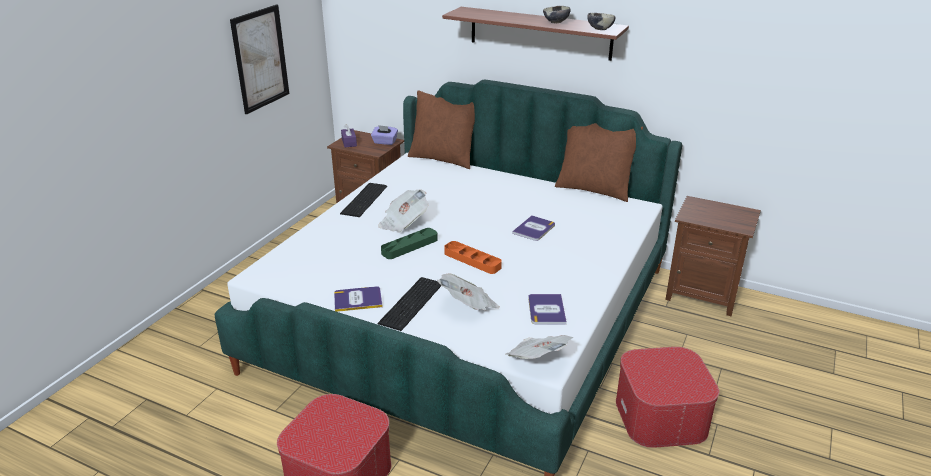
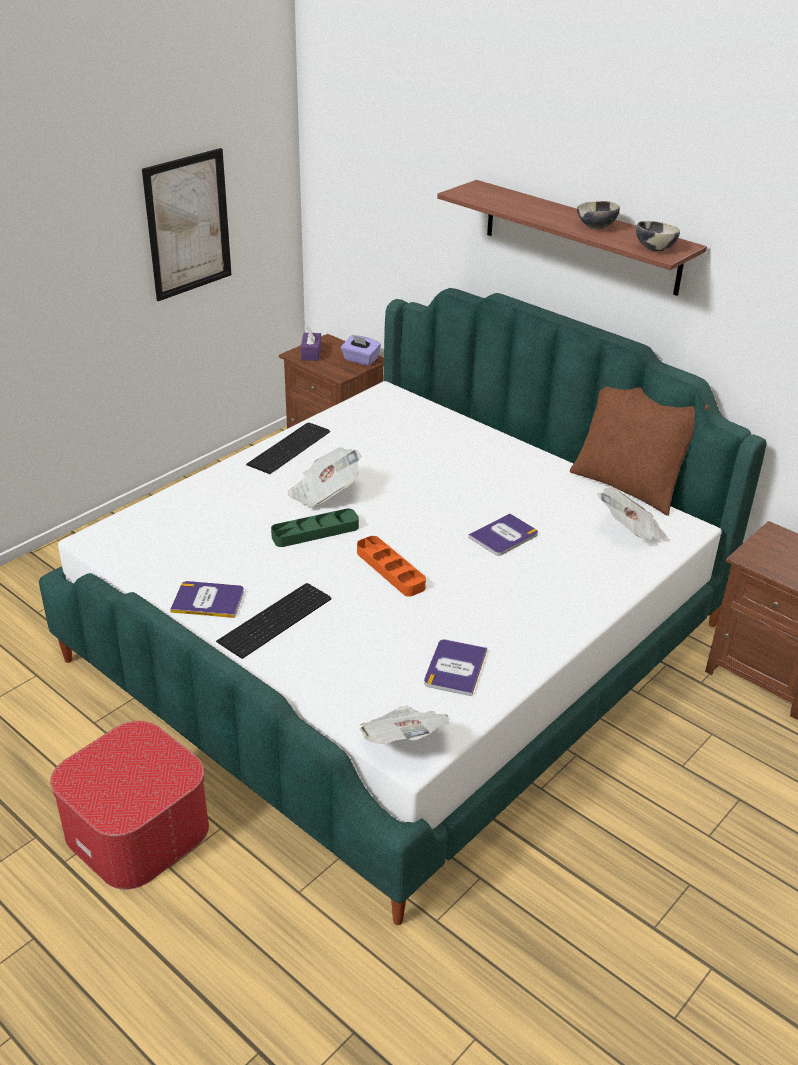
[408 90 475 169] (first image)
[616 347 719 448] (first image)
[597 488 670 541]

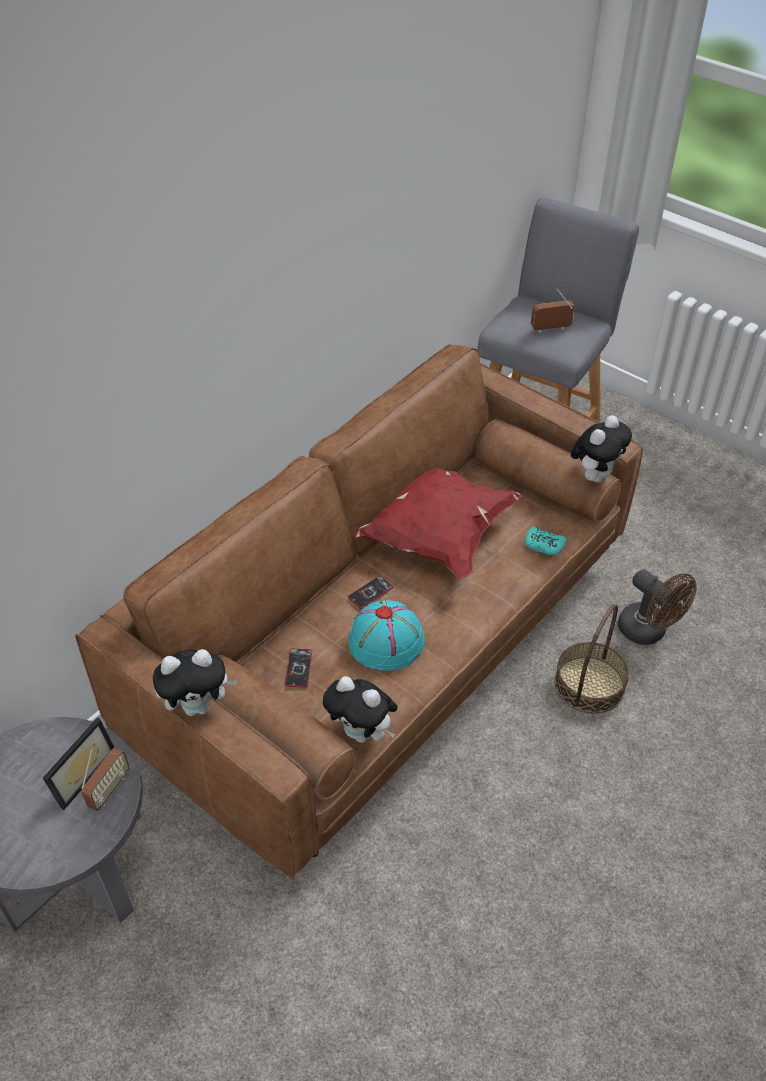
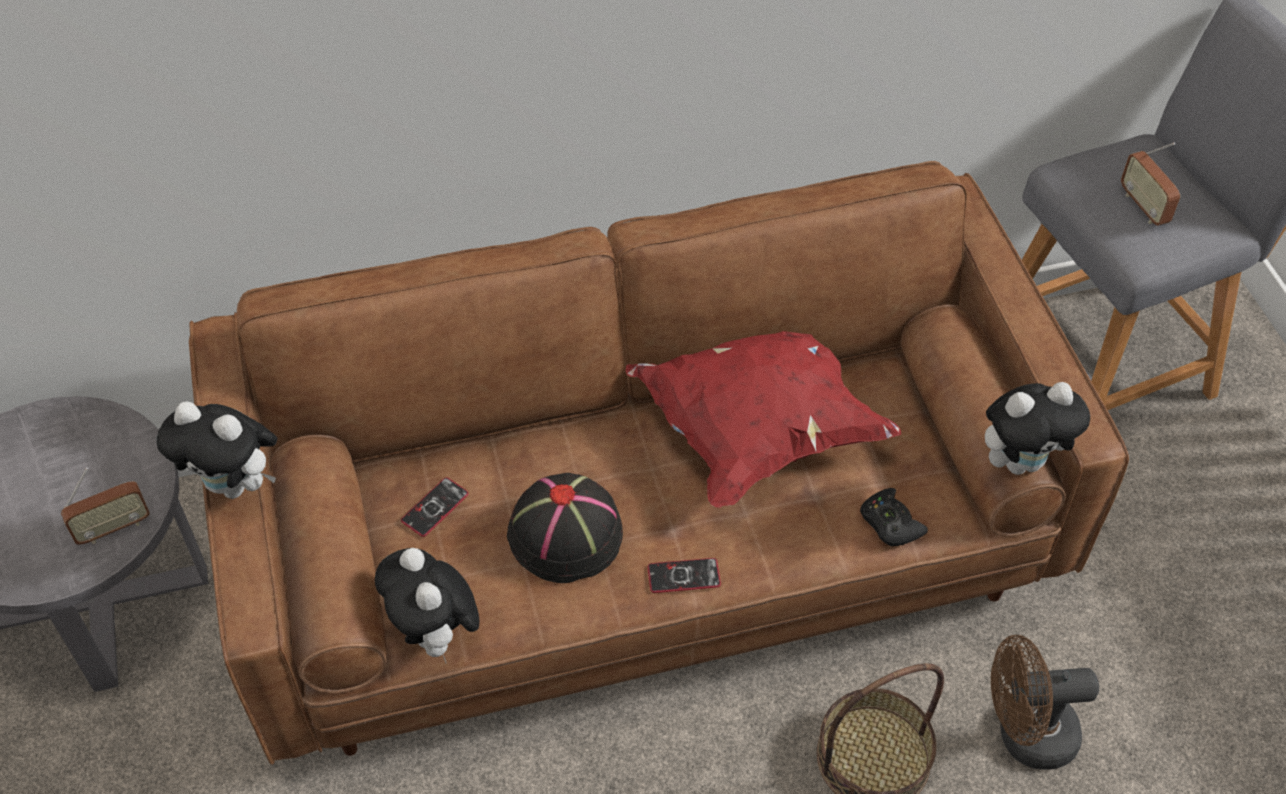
[43 718 115 810] (first image)
[648 558 721 593]
[507 473 623 583]
[860 488 928 546]
[1121 142 1180 226]
[991 635 1099 770]

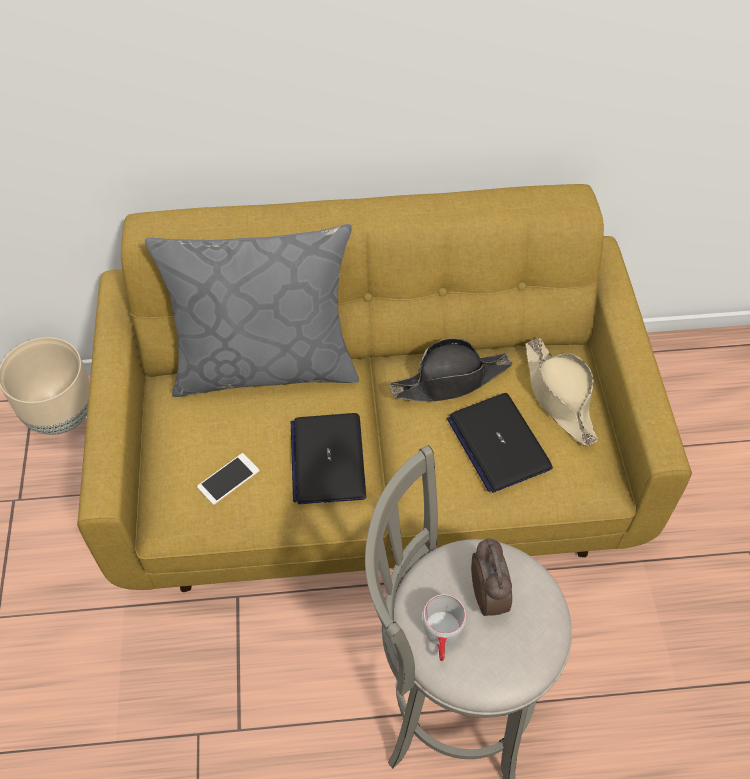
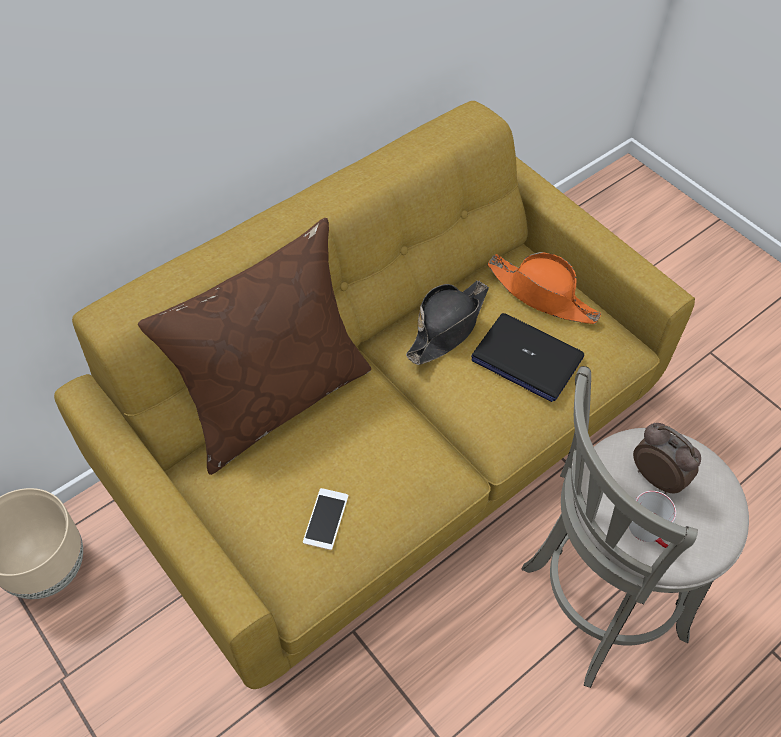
[291 413 366 504] (first image)
[138 218 371 475]
[487 252 601 324]

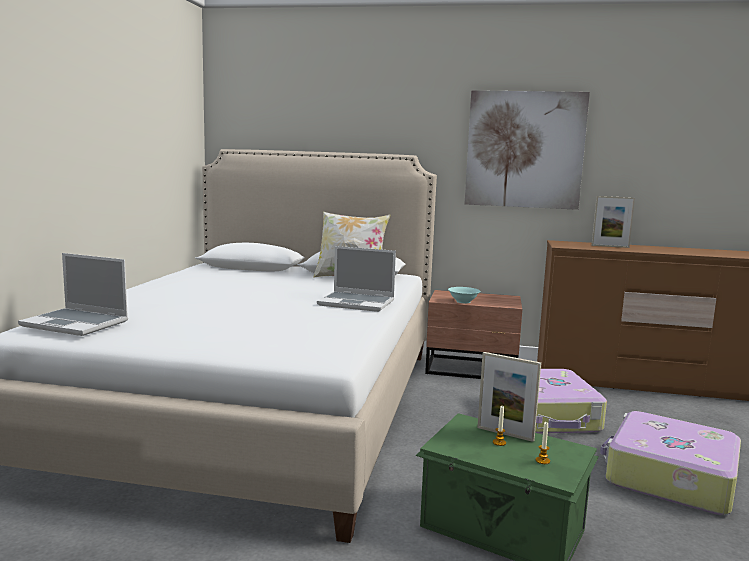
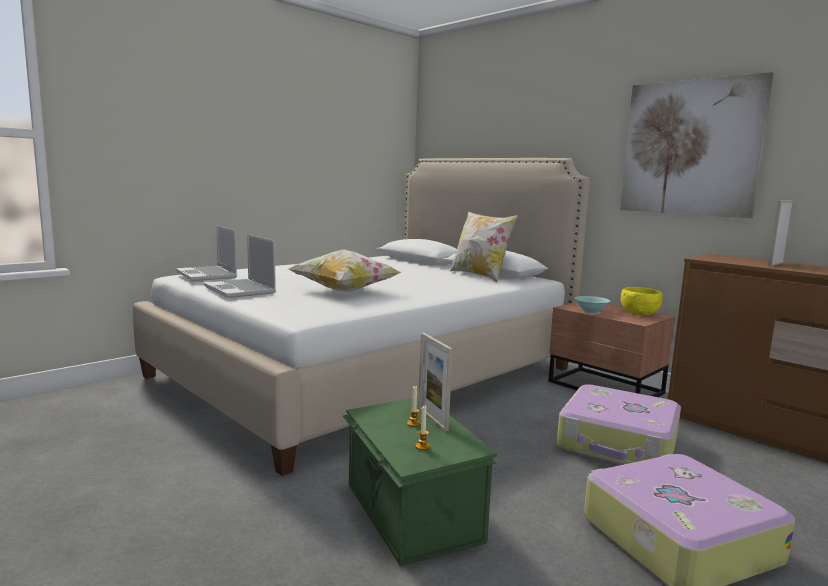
[289 249 401 292]
[621 287 663 316]
[204 234 276 298]
[768 201 794 266]

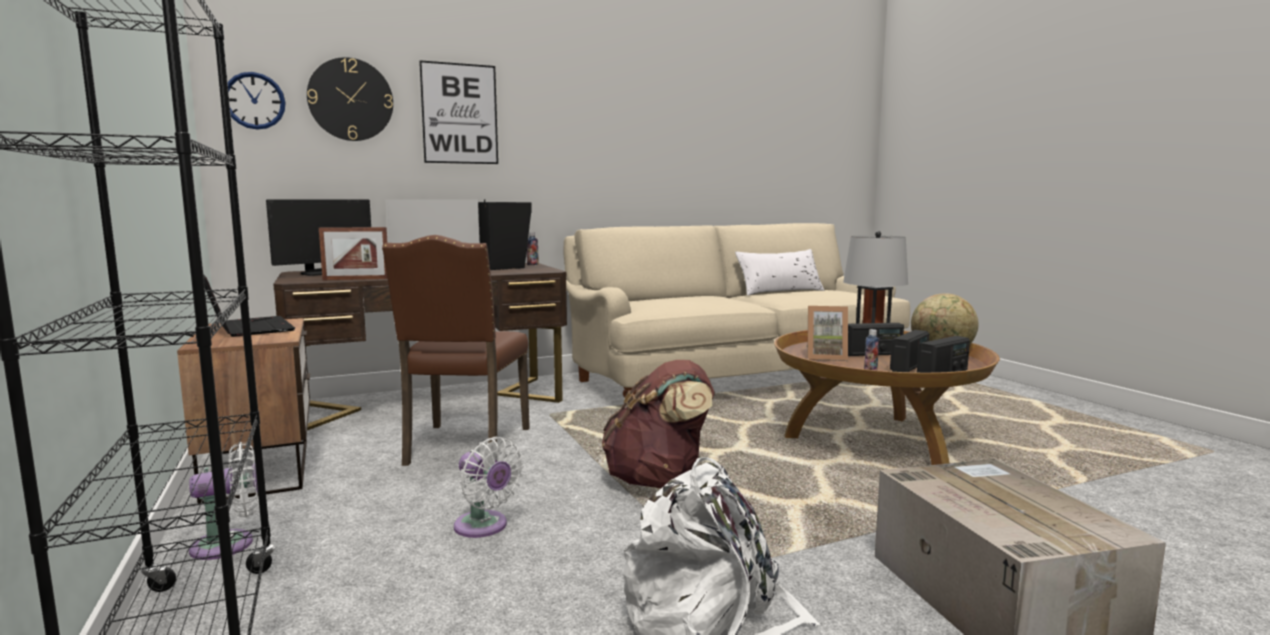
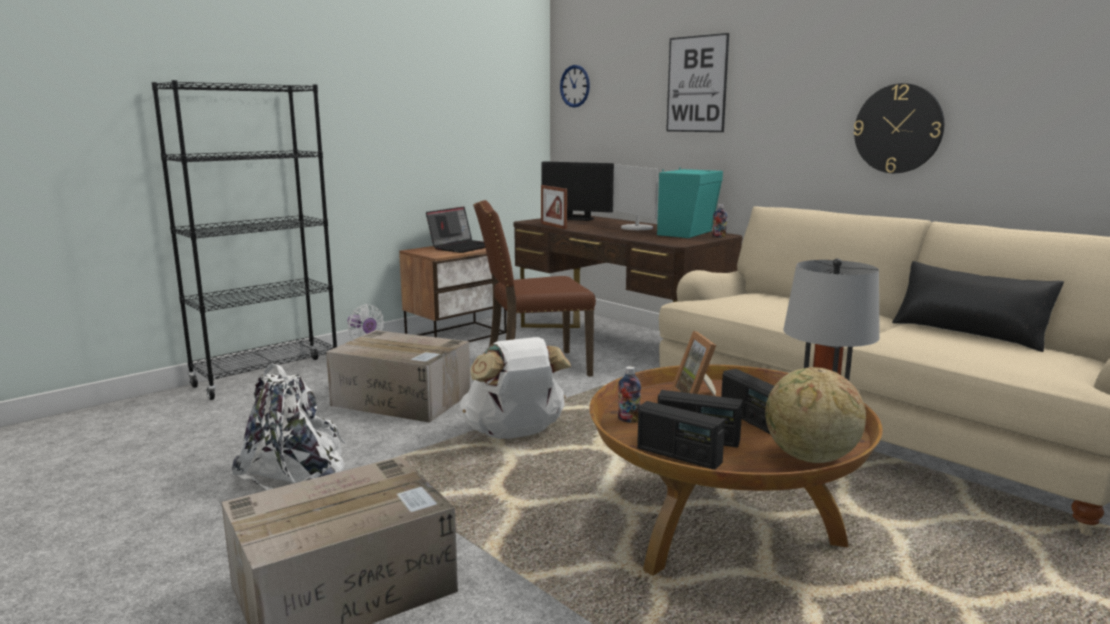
[854 83 944 173]
[326 330 471 423]
[657 167 723 238]
[460 337 571 439]
[892 261 1064 352]

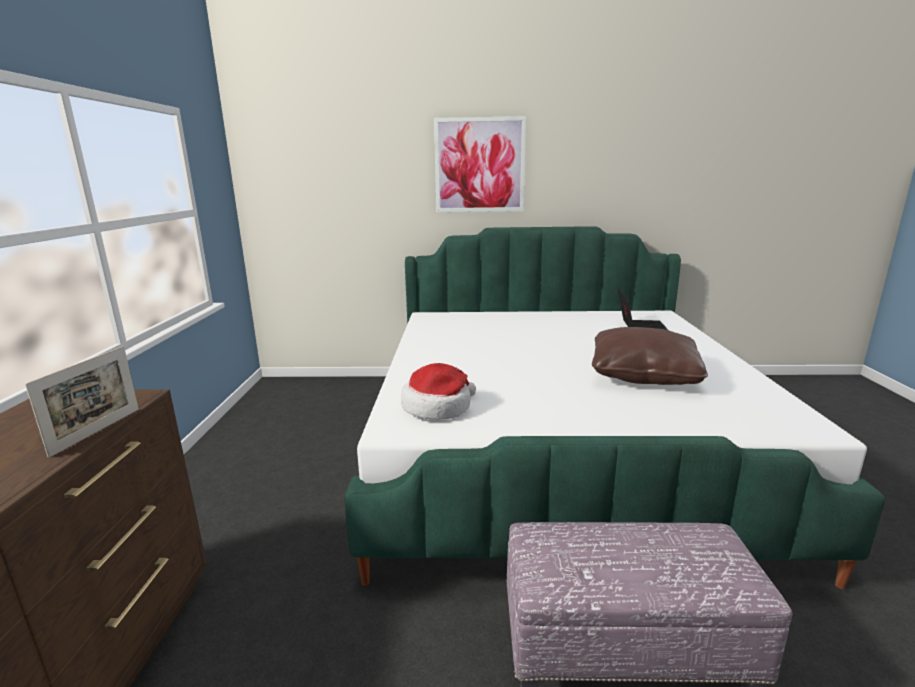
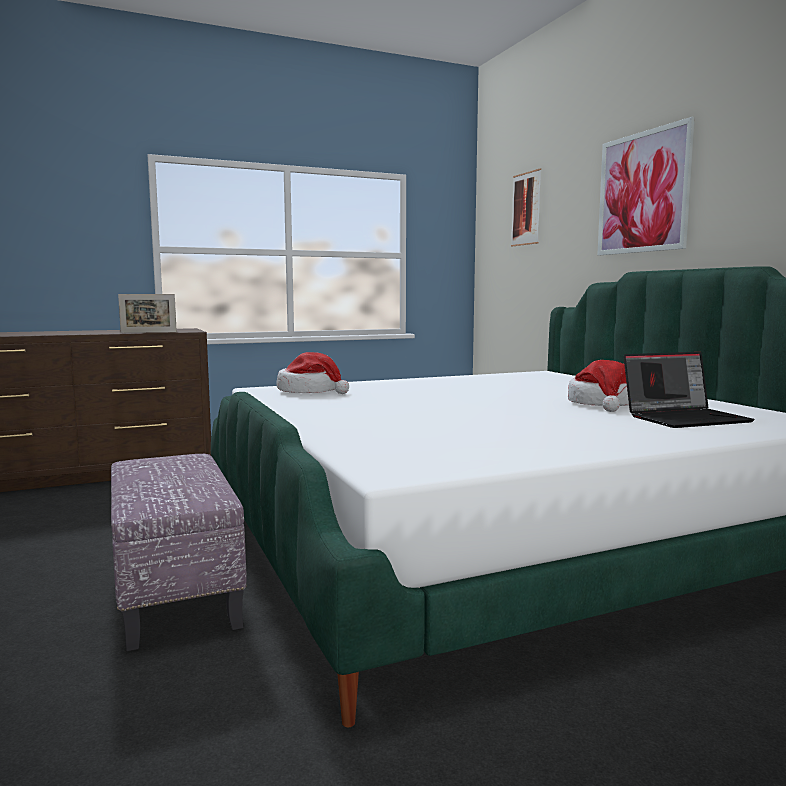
[592 327 708 385] (first image)
[511 169 541 246]
[568 360 629 412]

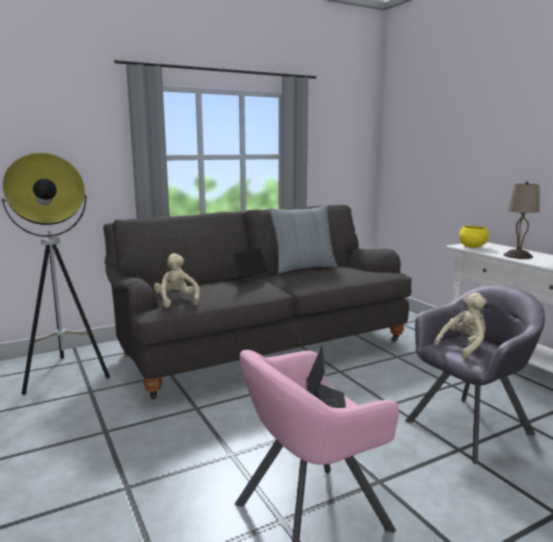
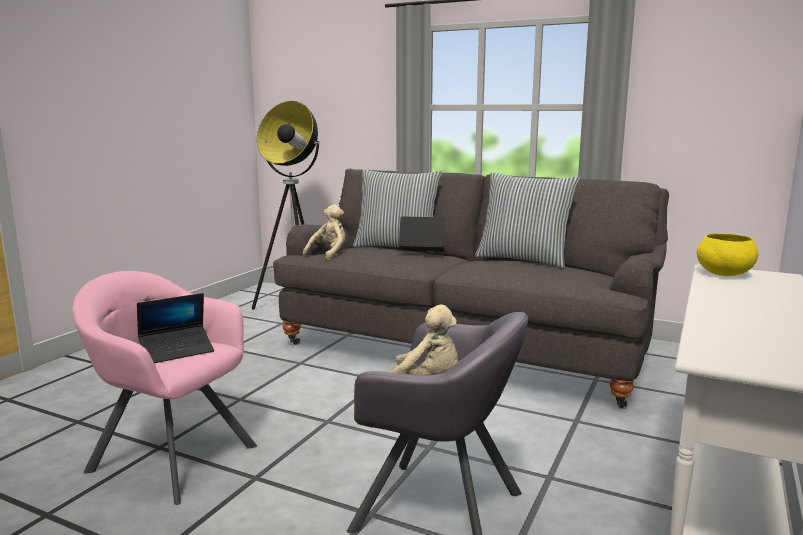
[504 182 540 259] (first image)
[353 169 442 253]

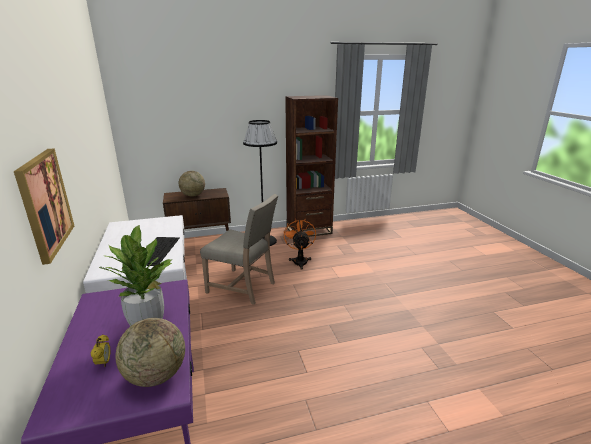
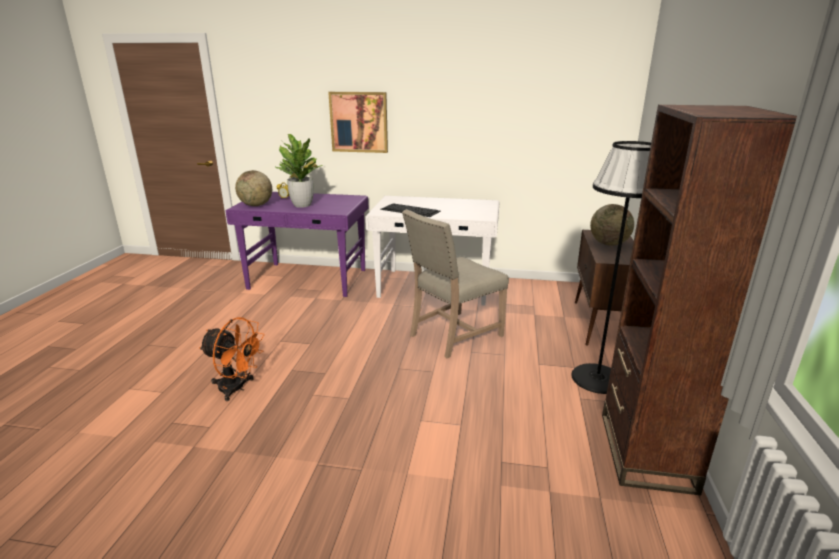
[199 317 264 401]

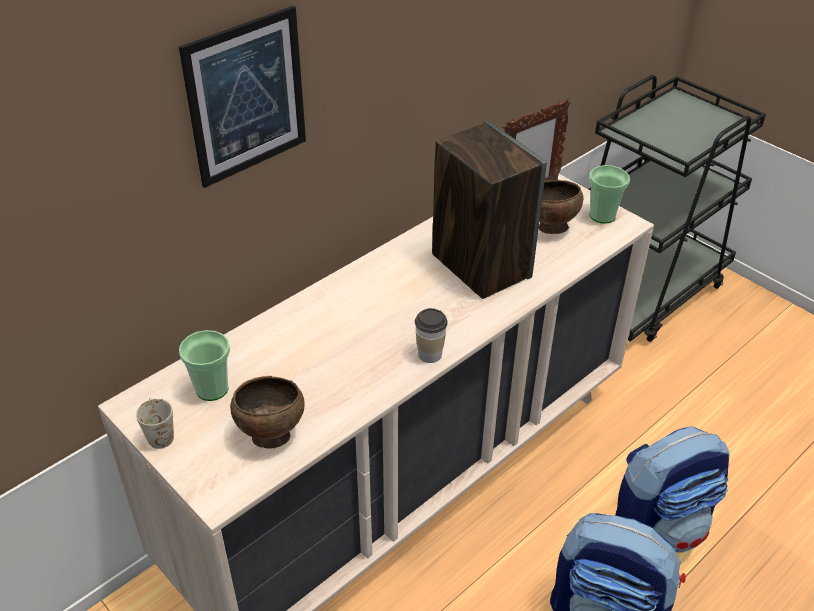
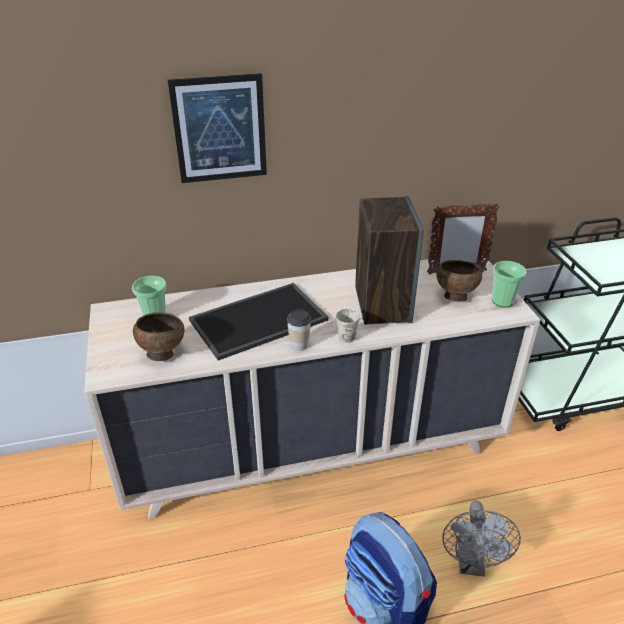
[189 283 329 361]
[336 309 360 343]
[442 500 521 577]

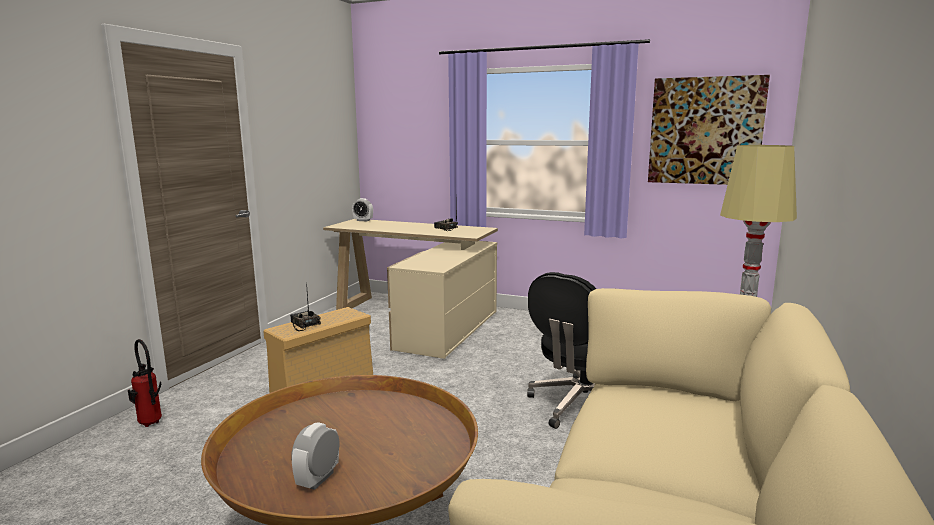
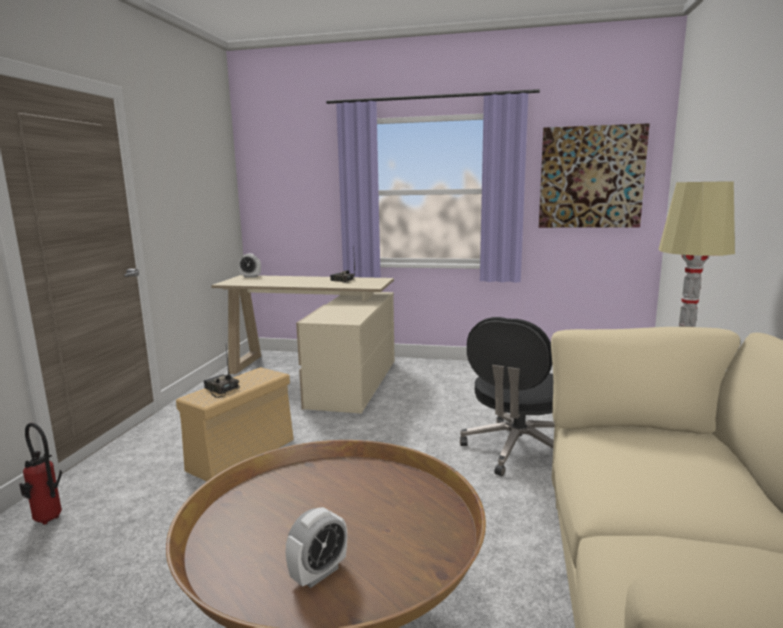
[285 507 347 588]

